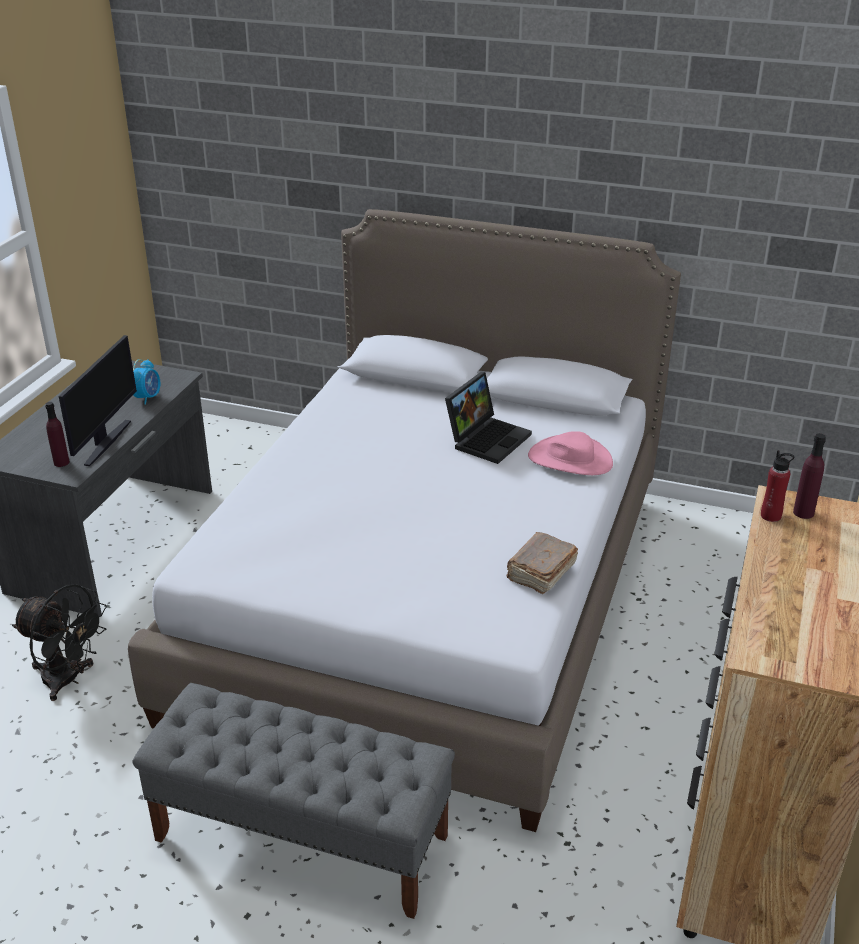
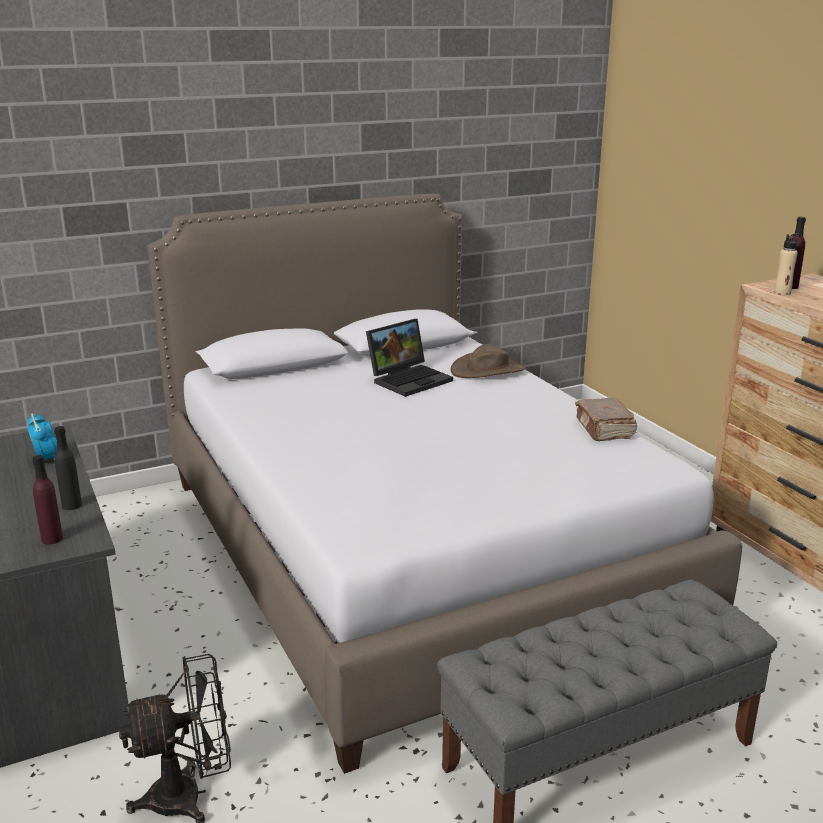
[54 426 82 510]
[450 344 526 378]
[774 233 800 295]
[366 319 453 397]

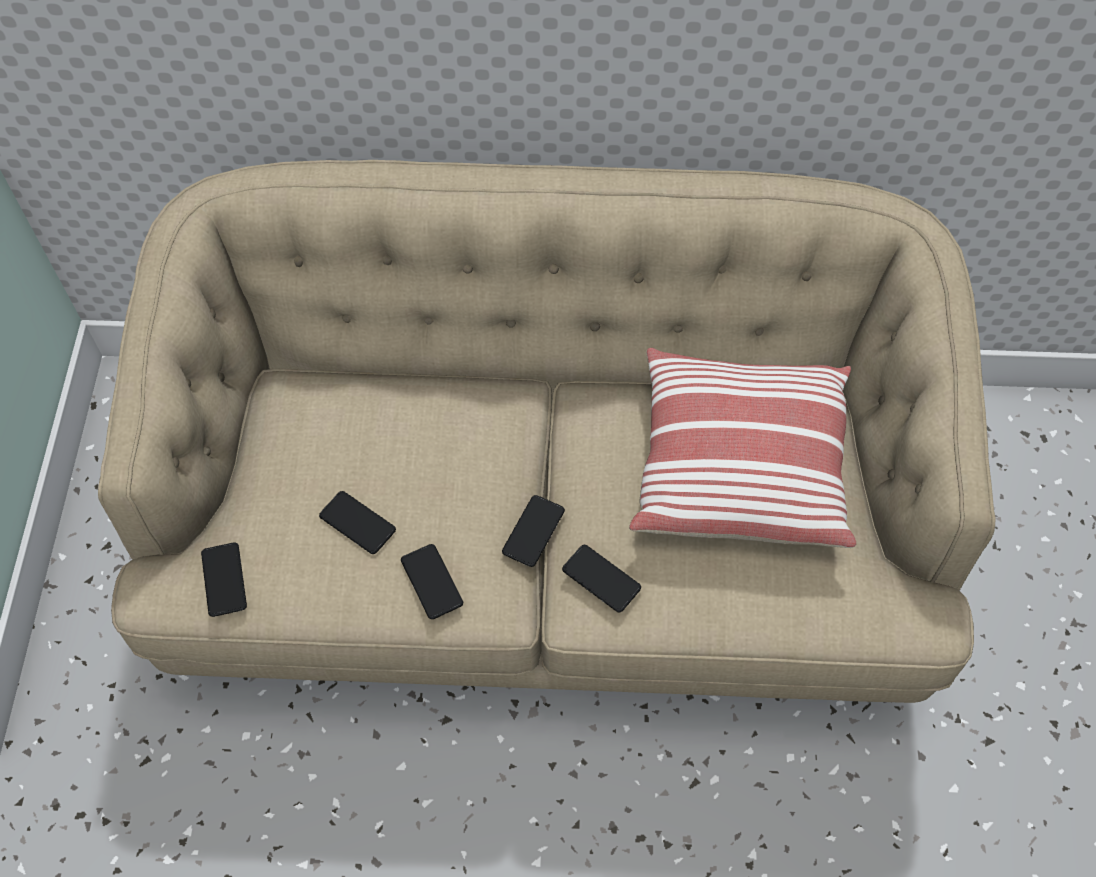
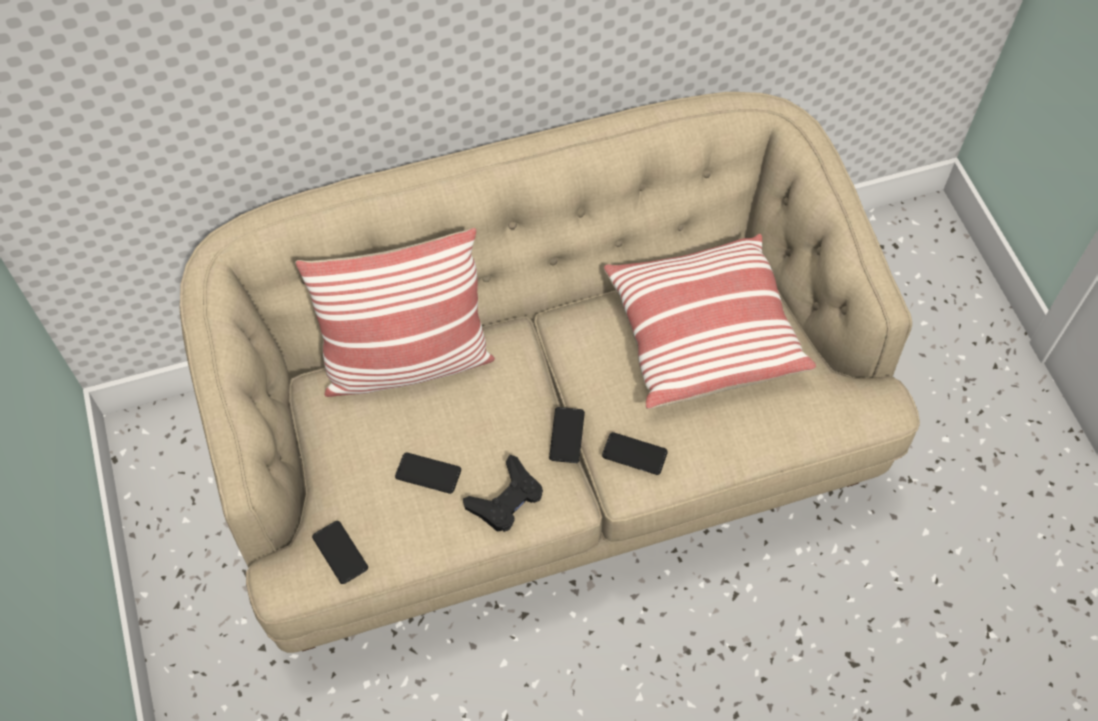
[295 228 495 397]
[463 455 543 532]

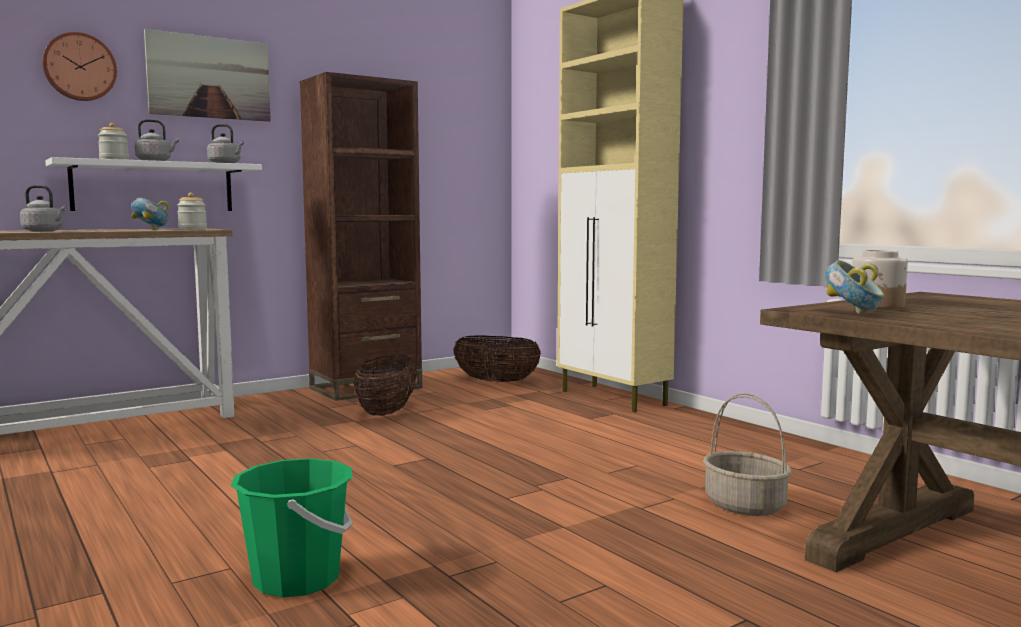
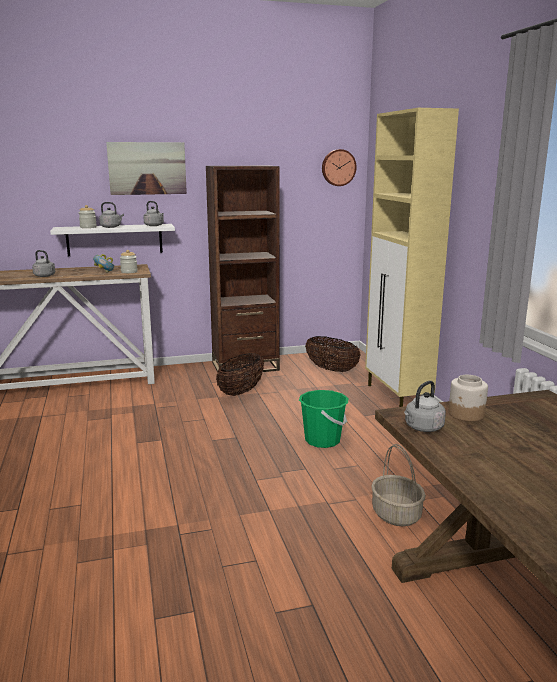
[322 149 357 186]
[299 390 348 448]
[404 381 446 432]

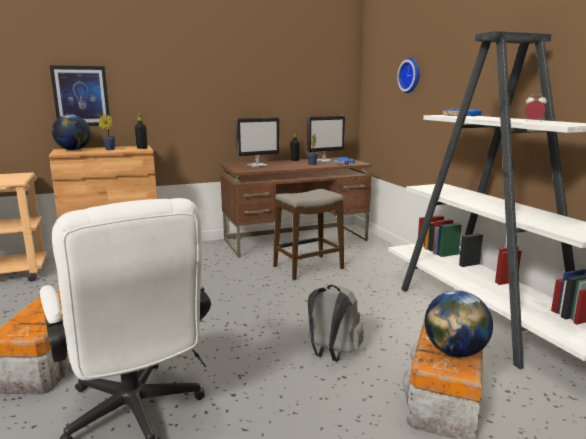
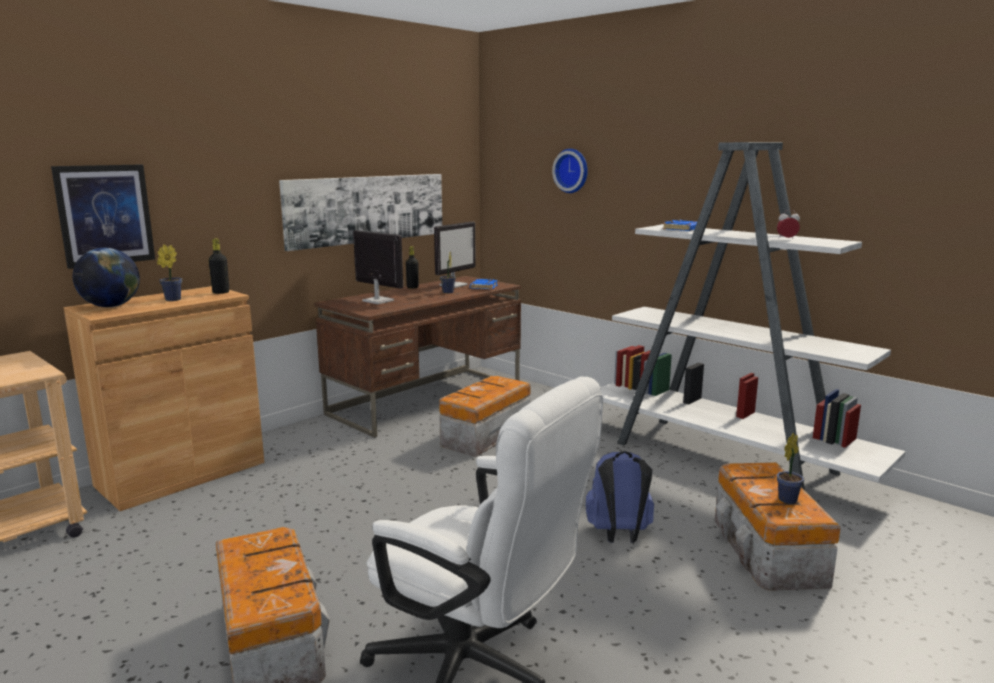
[279 174 442 251]
[439 376 531 457]
[777 432 804 504]
[586 451 654 543]
[353 230 403 304]

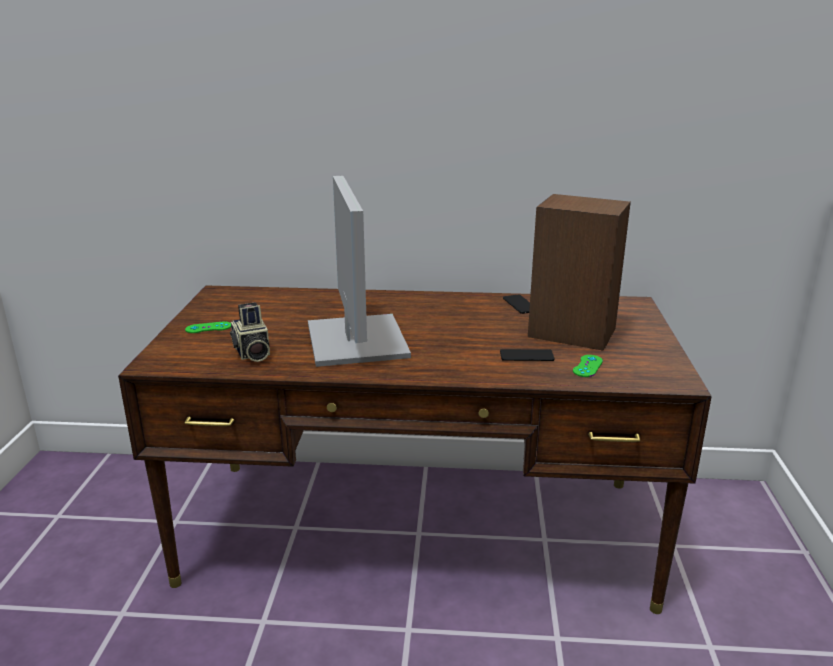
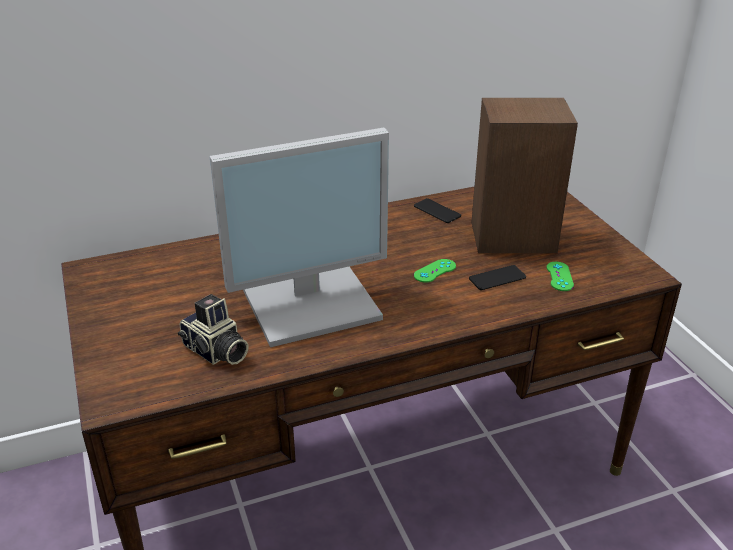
[414 259 456 283]
[209 128 389 347]

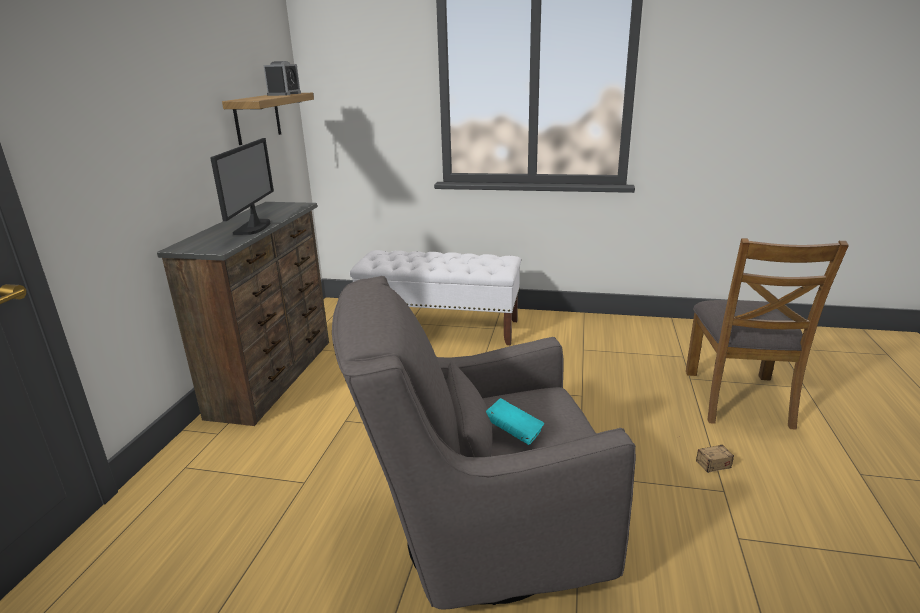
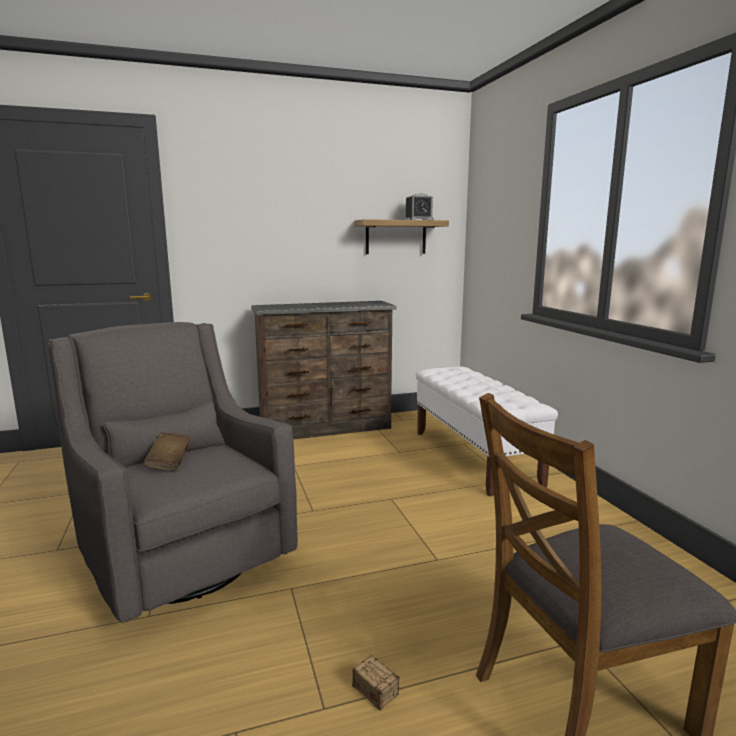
[210 138 274 235] (first image)
[143 432 191 471]

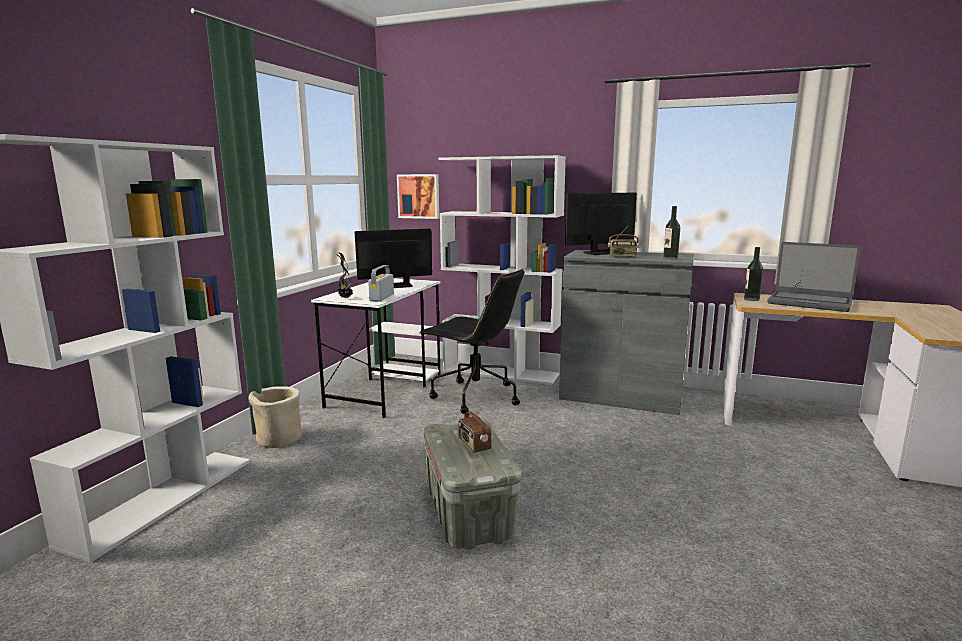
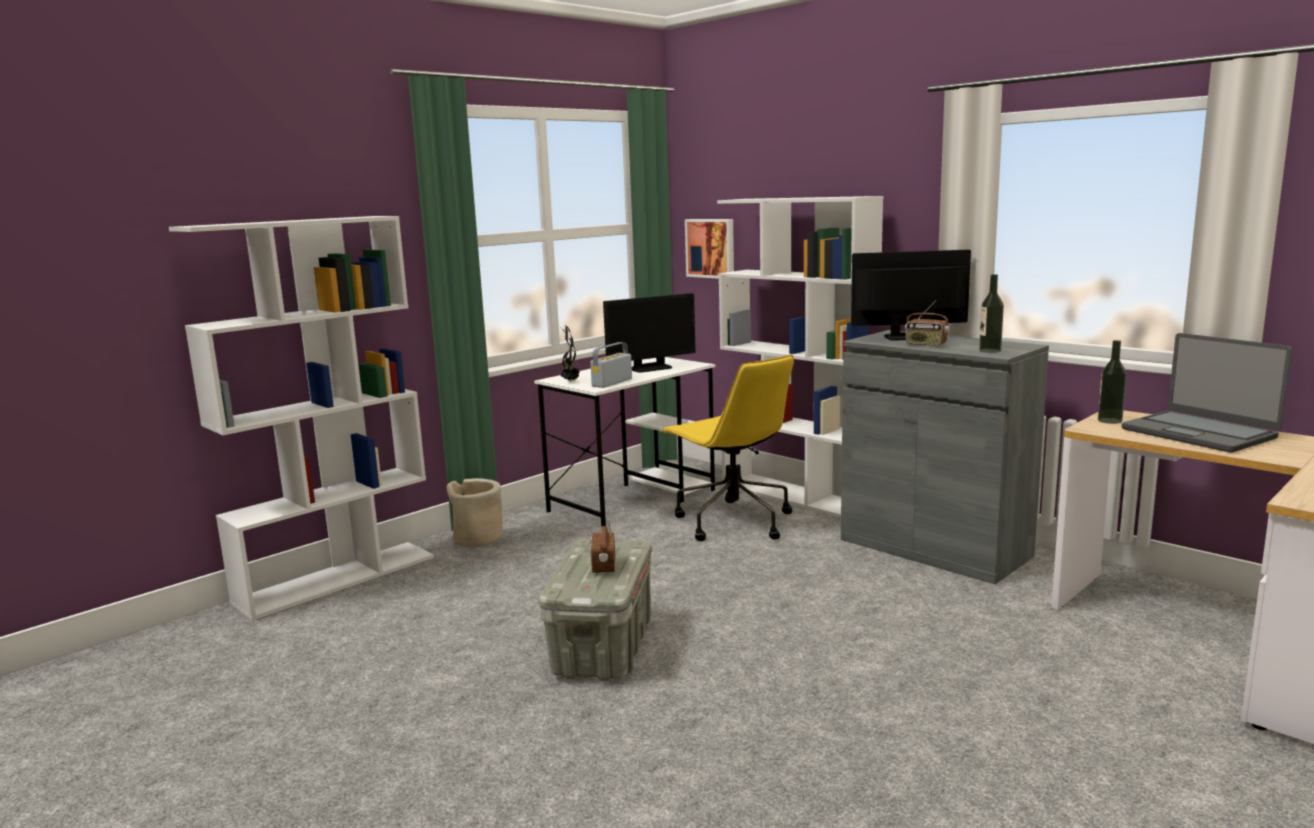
[661 354 794 541]
[603 293 696 373]

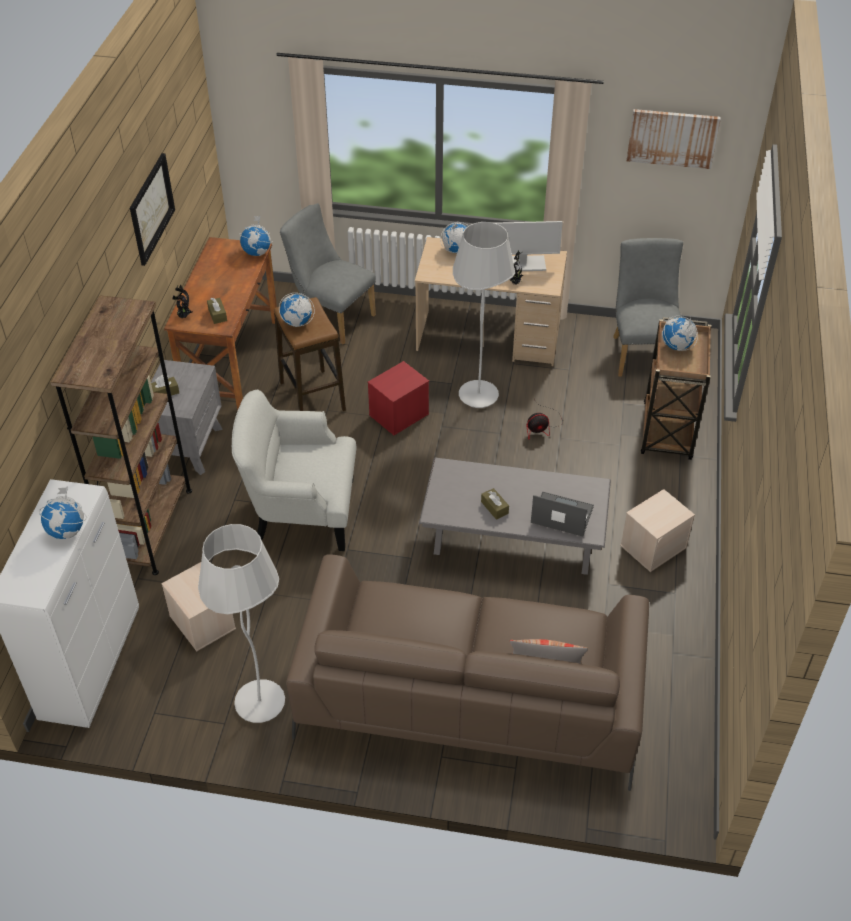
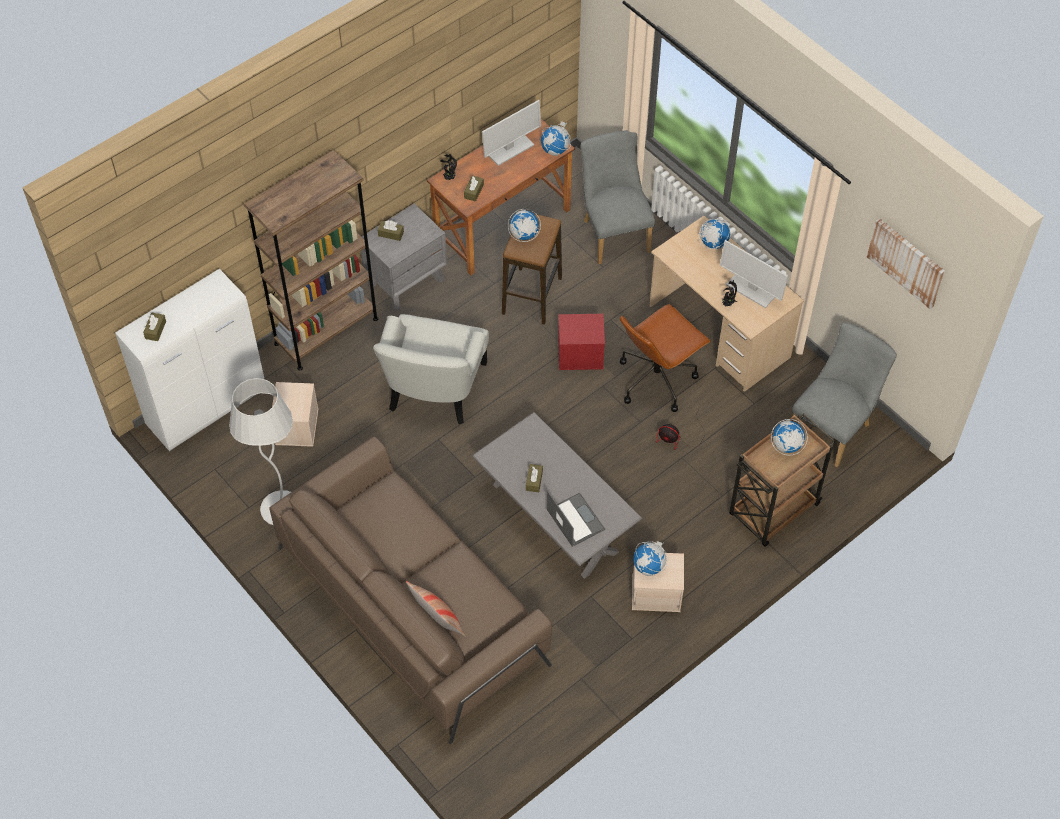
[130 153 175 266] (first image)
[143 313 166 341]
[482 100 541 166]
[633 541 667 576]
[620 304 711 412]
[373 314 489 424]

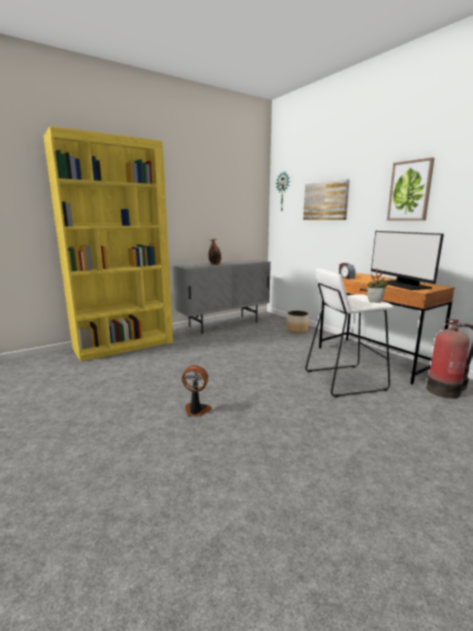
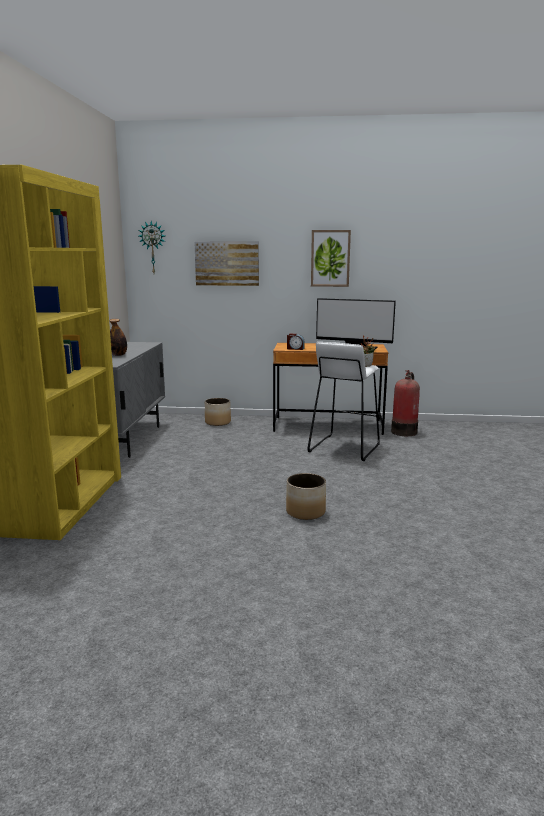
[286 473 326 520]

